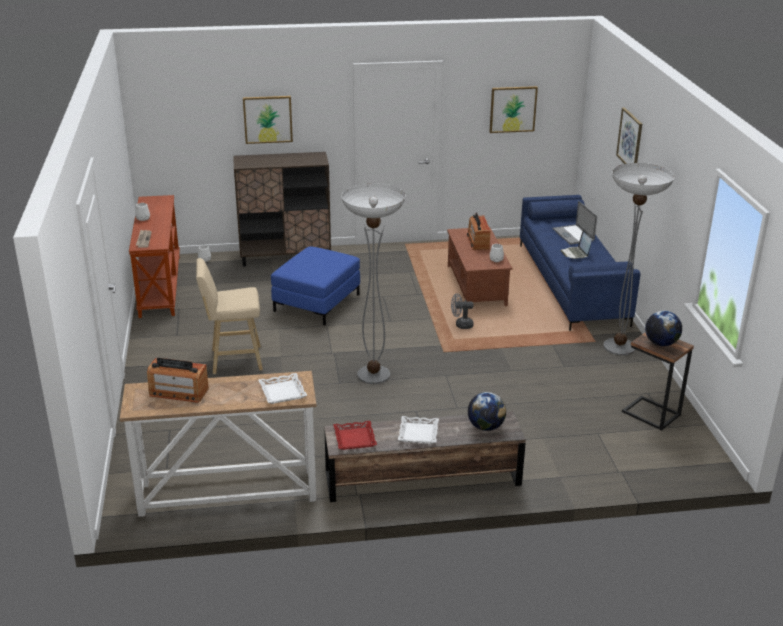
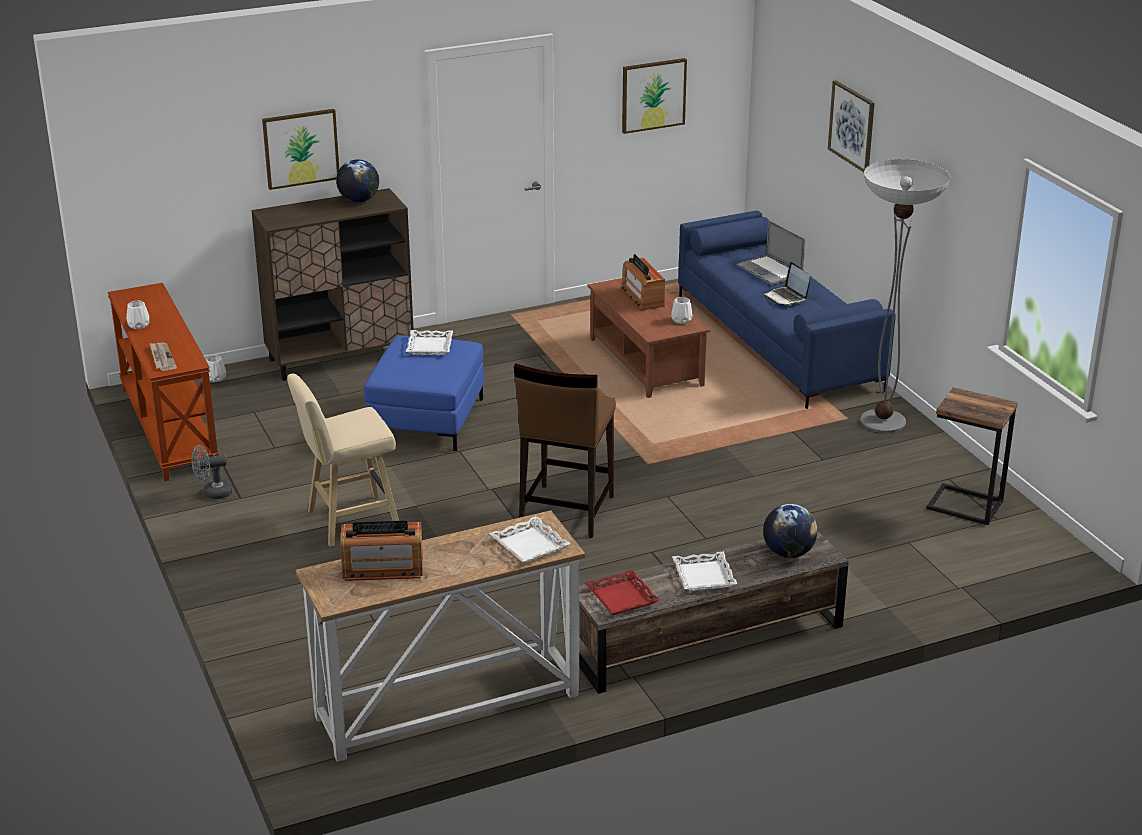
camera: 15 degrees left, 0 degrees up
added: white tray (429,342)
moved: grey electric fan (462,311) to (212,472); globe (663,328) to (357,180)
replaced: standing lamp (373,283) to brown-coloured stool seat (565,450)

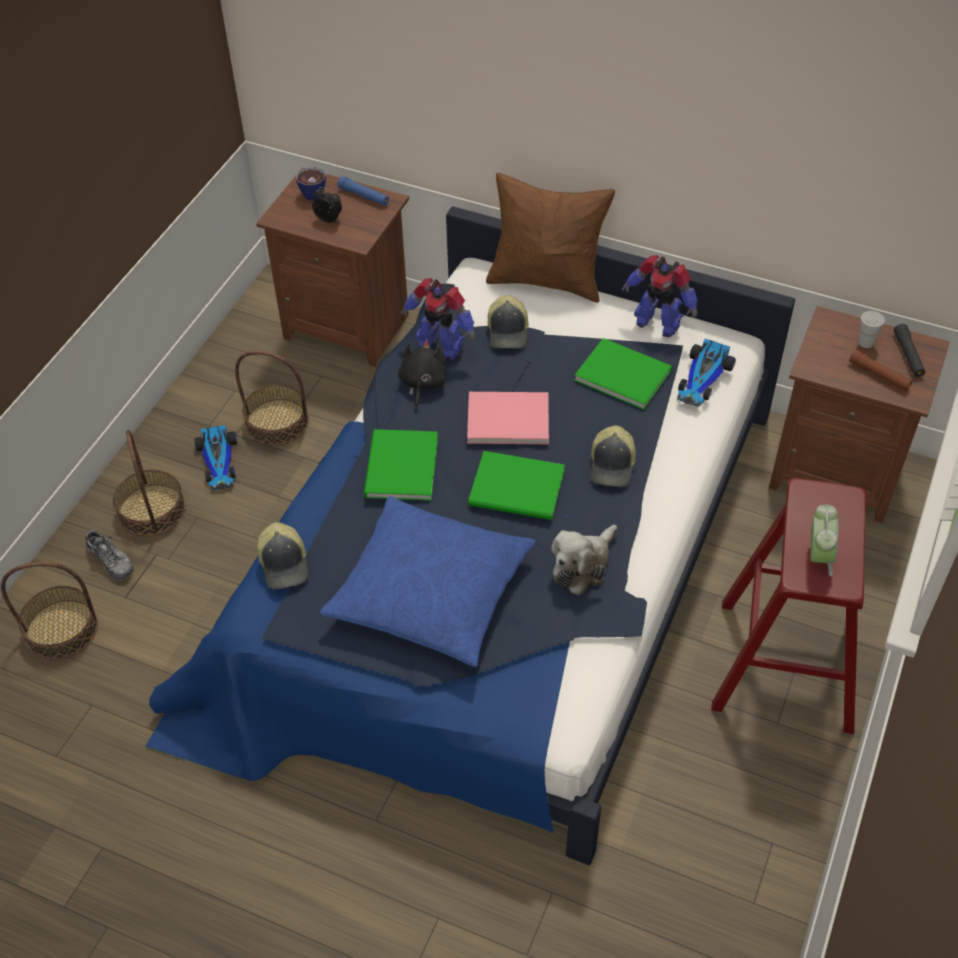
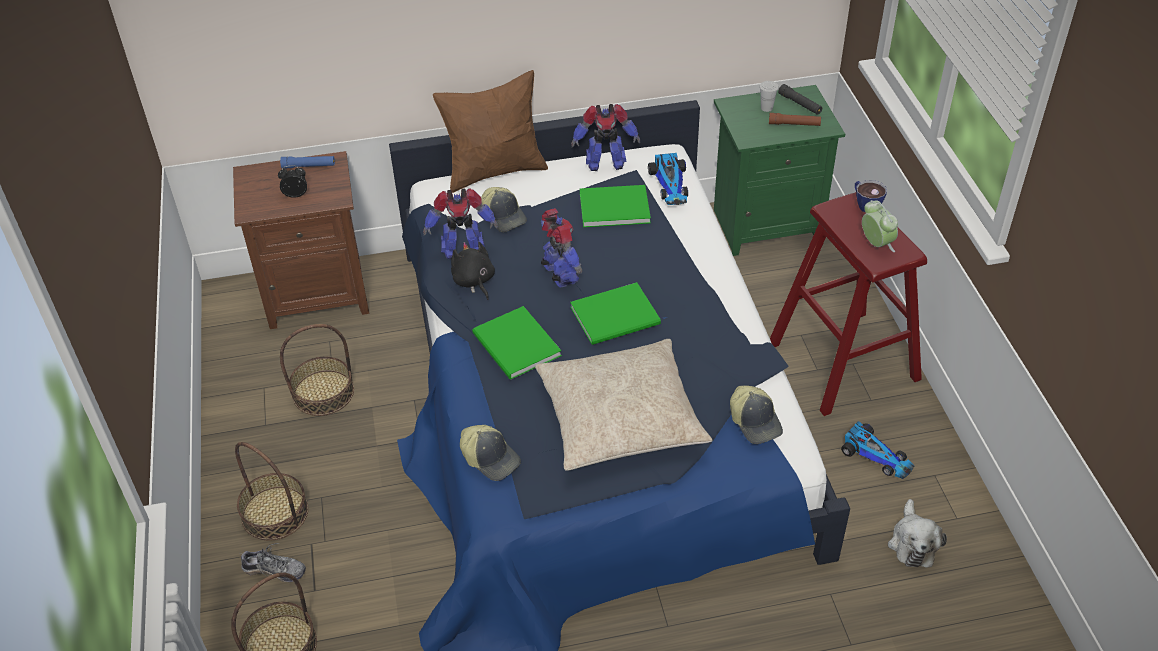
camera: 35 degrees left, 5 degrees down
moved: small cup (311,183) to (871,196); miniature car (215,457) to (877,450); baseball cap (613,456) to (756,414); cuddly toy (584,560) to (917,533)
replaced: pinkish bound book (508,418) to robot figure (561,248)
recoloured: brown-coloured bedside table (859,414) to green bedside table (779,170); blue pillow (428,581) to sand-coloured pillow (624,405)

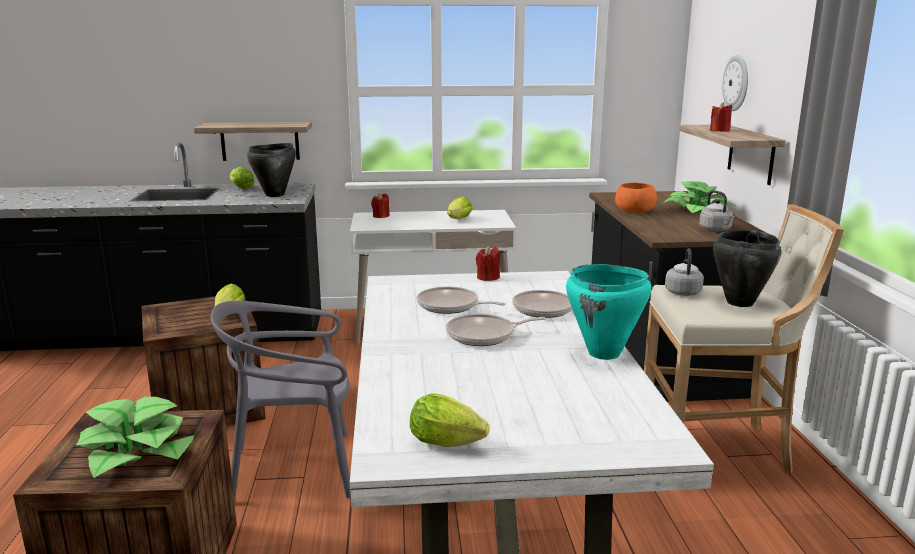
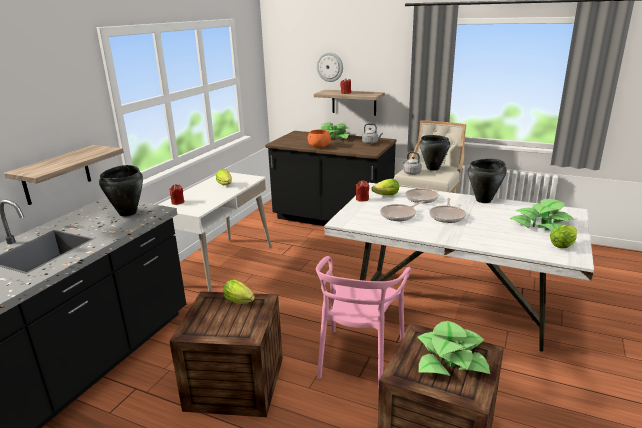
camera: 60 degrees left, 5 degrees up
added: potted plant (542,215)
moved: lettuce (242,178) to (385,187)
recoloured: blue-green stockpot (609,312) to blackish stockpot (487,181); grey plain chair (281,401) to pinkish plain chair (363,323)

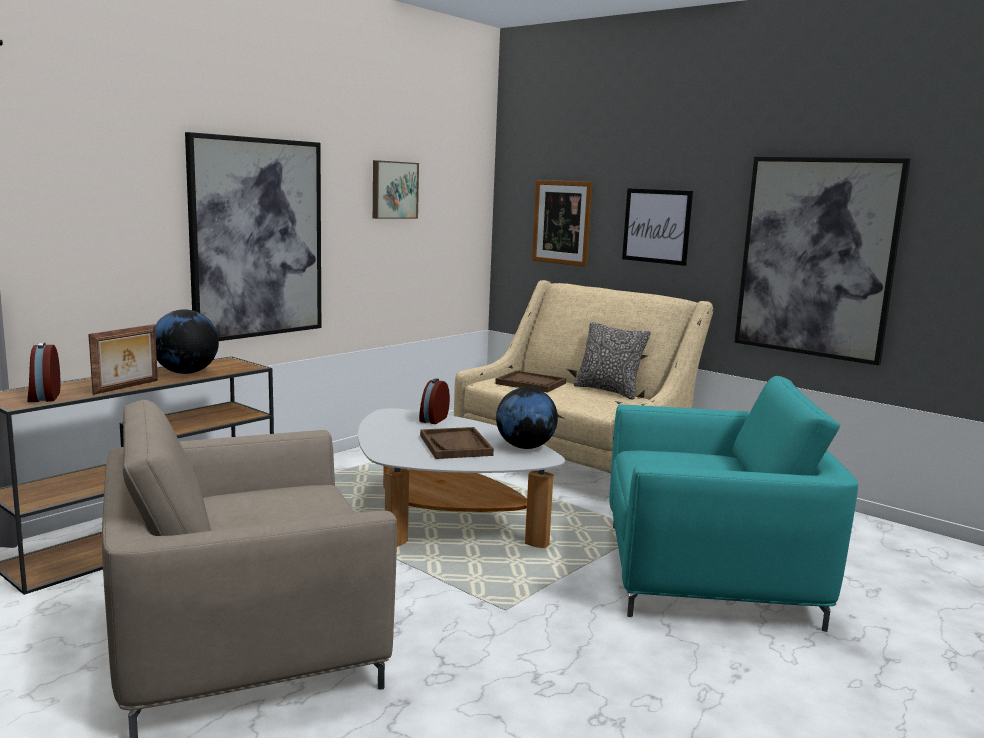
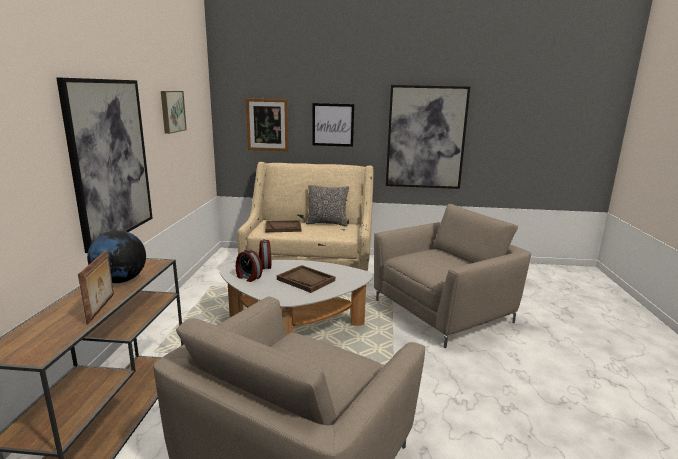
camera: 35 degrees left, 5 degrees up
removed: globe (527,418)
moved: table clock (43,372) to (249,265)
recoloured: blue-green armchair (733,504) to sand-coloured armchair (452,276)

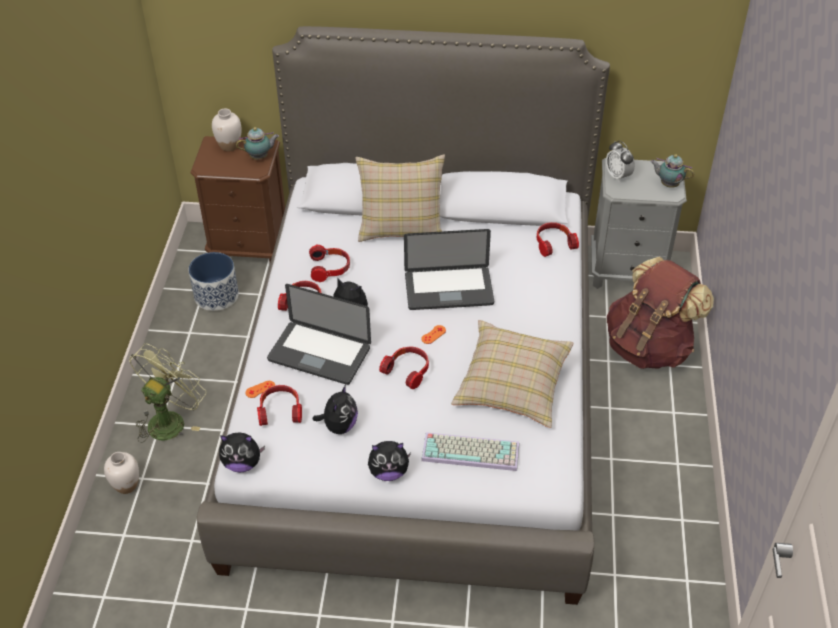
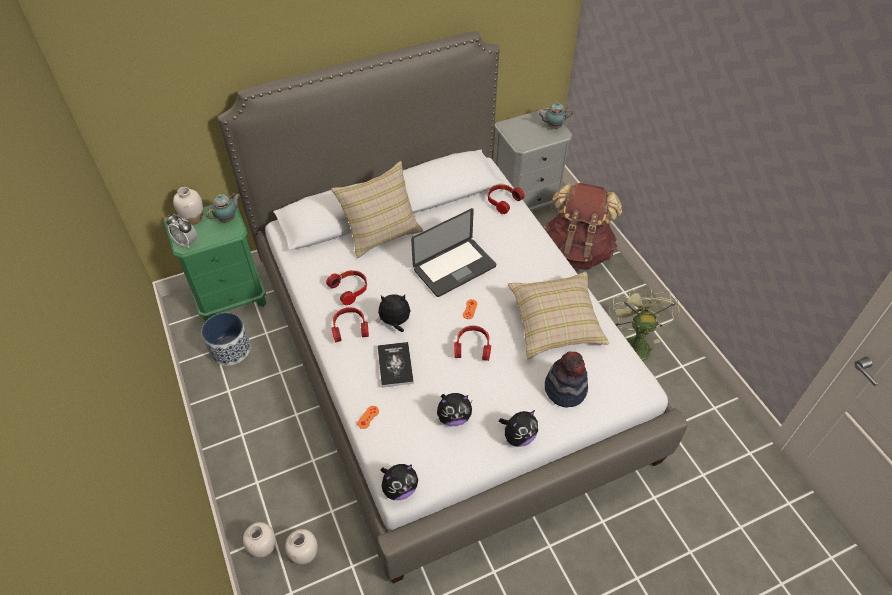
camera: 30 degrees left, 5 degrees up
removed: pair of headphones (279,405)
added: white vase (301,547)
moved: table clock (620,162) to (181,231); green electric fan (167,393) to (644,324)
replaced: portable computer (319,334) to bound book (396,364); computer keyboard (470,451) to wearable hat (566,379)
recoloured: brown-coloured bedside table (237,199) to green bedside table (215,260)
turned: cuddly toy (335,409) = (454,409) 90 degrees clockwise

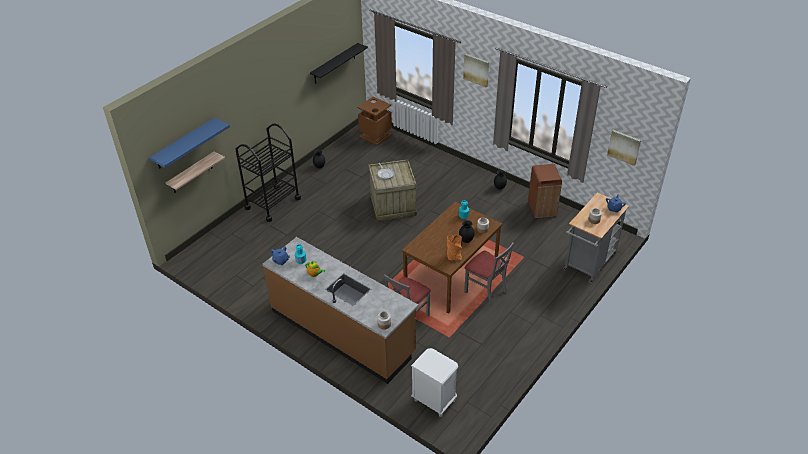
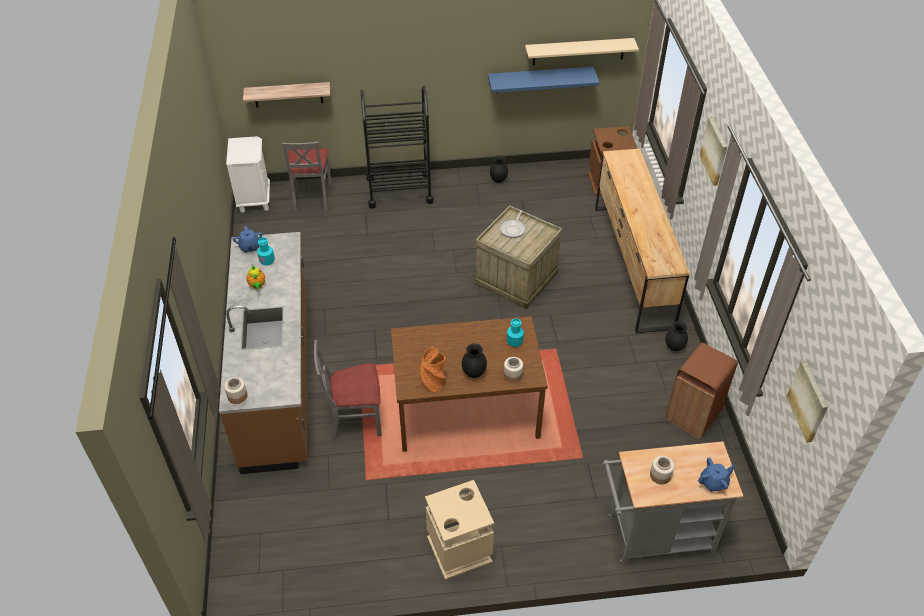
camera: 45 degrees right, 5 degrees up
added: brown-coloured chest of drawers (642,241); sand-coloured waste bin (459,530)
moved: blue shelf (190,143) to (544,80); grey plain chair (489,274) to (307,176); white bedside table (434,382) to (248,174)
recoloured: blackish shelf (339,63) to sand-coloured shelf (582,51)

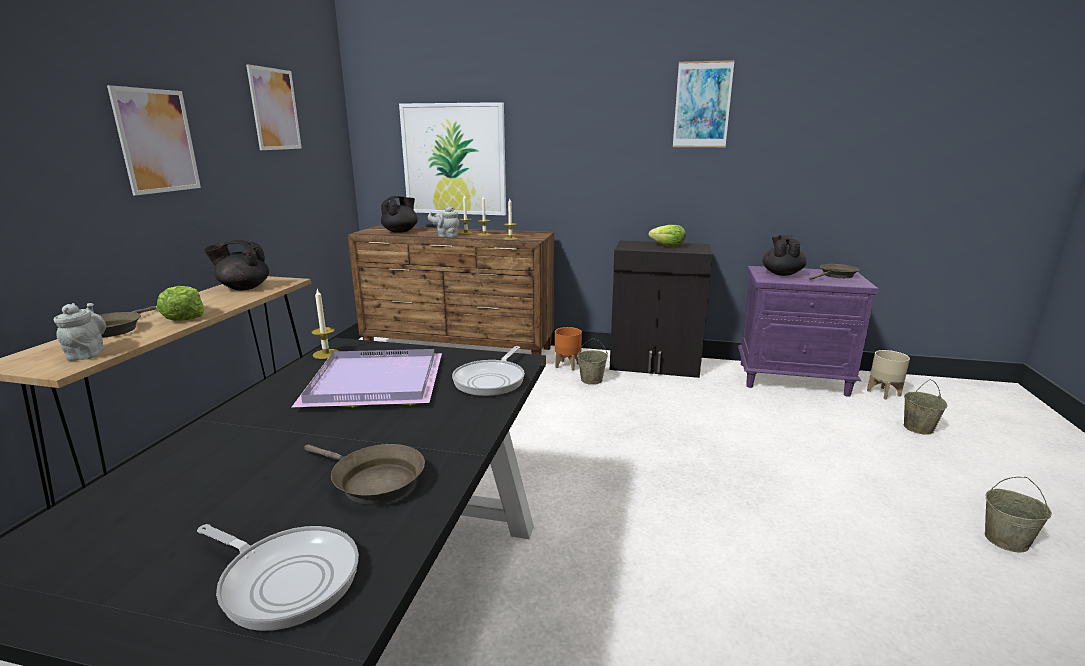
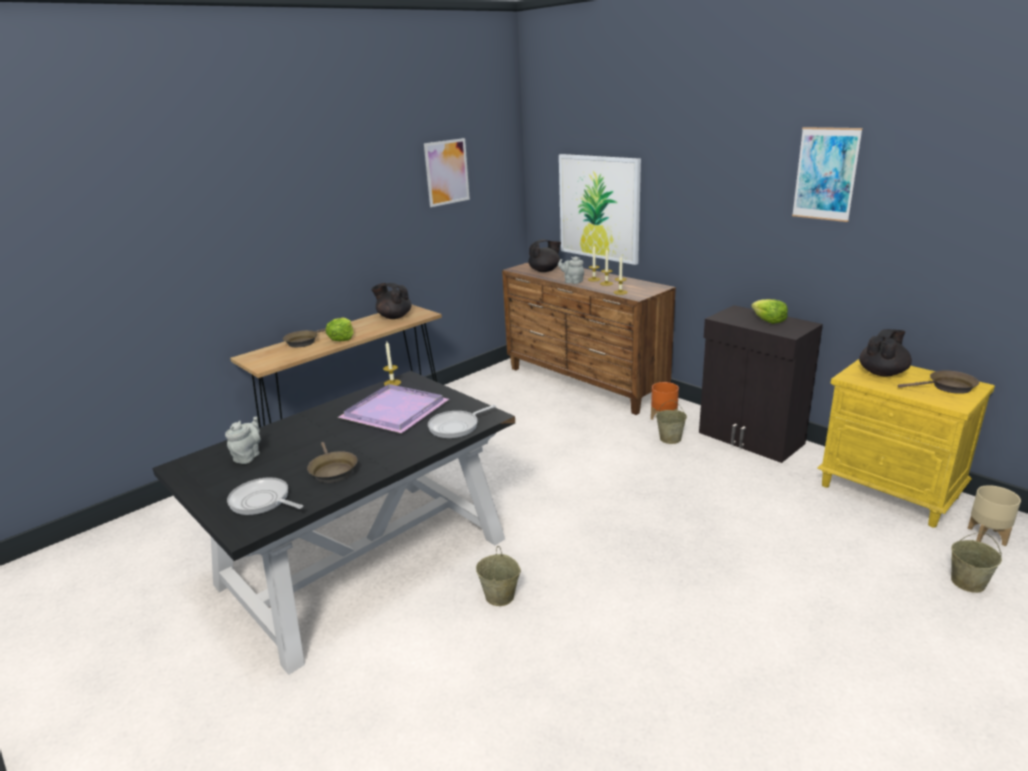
camera: 35 degrees right, 5 degrees up
removed: wall art (154,140)
moved: grey teapot (80,332) to (243,440); sand-coloured bucket (1018,514) to (498,576)
recoloured: purplish bedside table (808,331) to yellowish bedside table (906,443)
turned: frying pan (278,577) = (265,496) 150 degrees clockwise

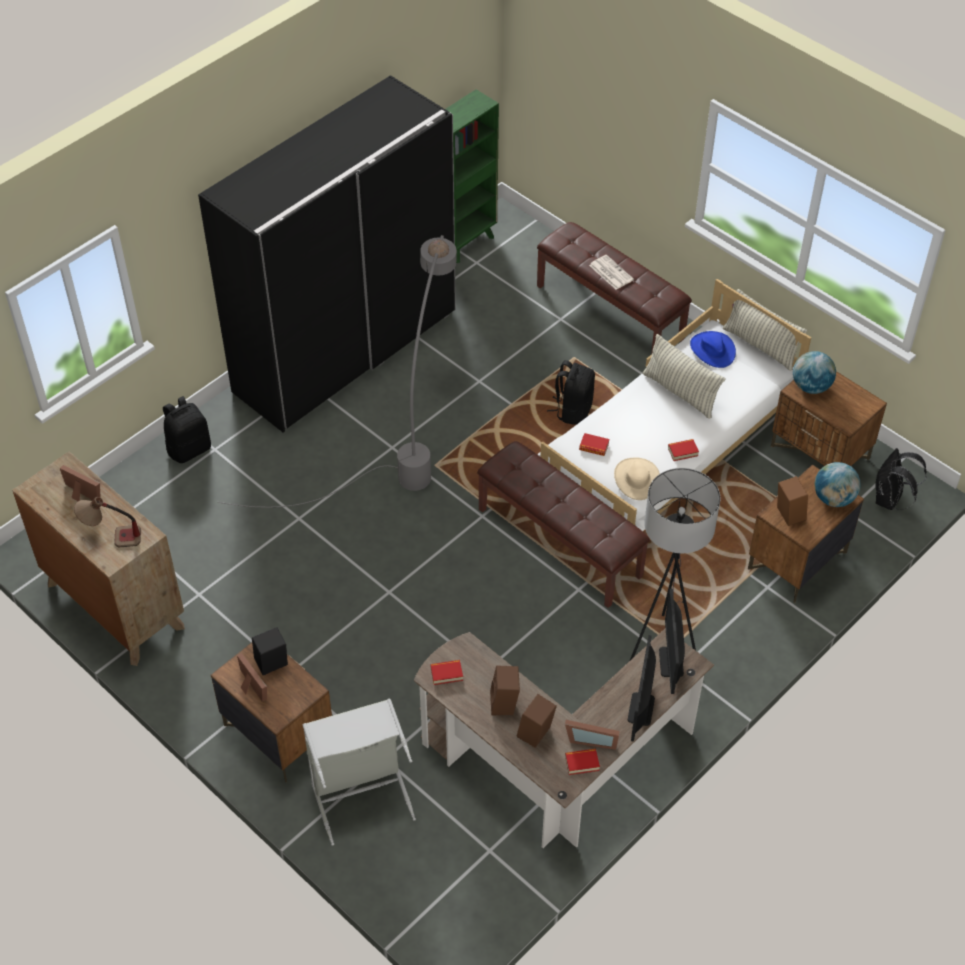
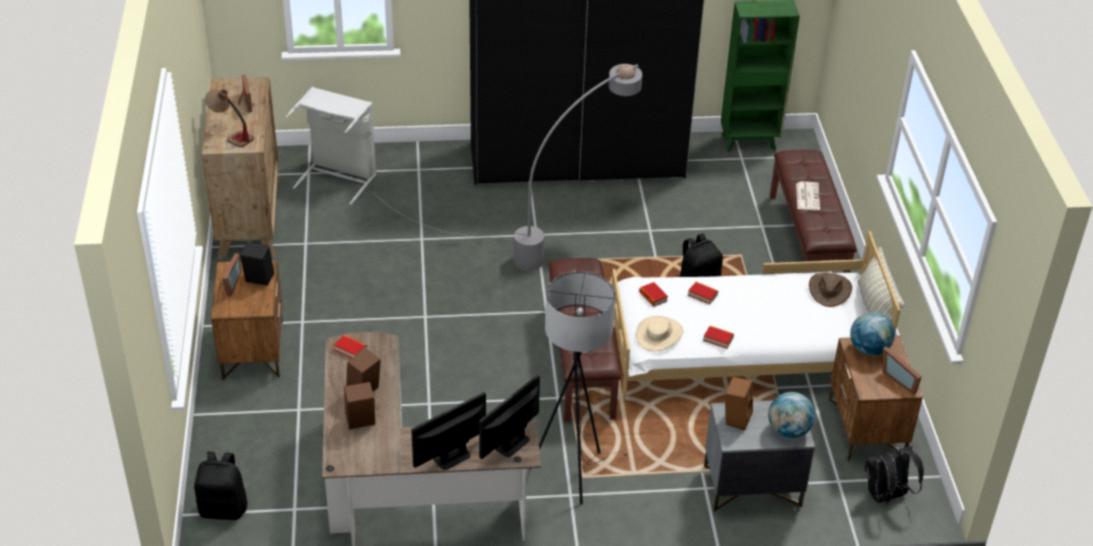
camera: 40 degrees right, 10 degrees down
removed: pillow (684,376)
moved: blackish knapsack (187,429) to (221,485); grey hamper (359,772) to (331,146); picture frame (592,735) to (902,370); bound book (582,762) to (703,293)
recoloured: blue wearable hat (713,349) to brown-coloured wearable hat (830,290); brown-coloured bedside table (806,534) to grey bedside table (759,456)

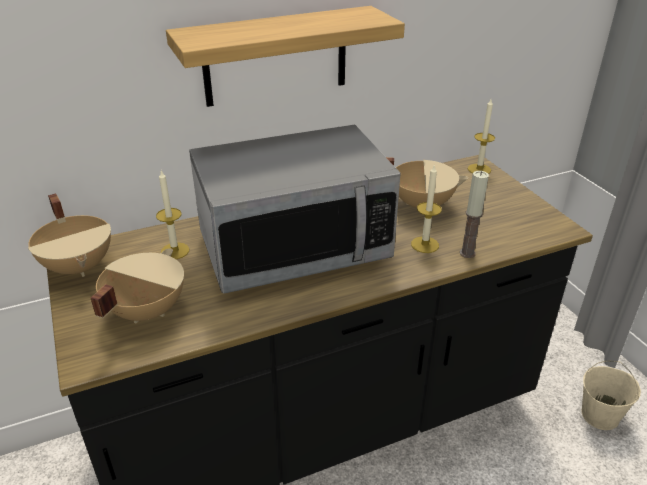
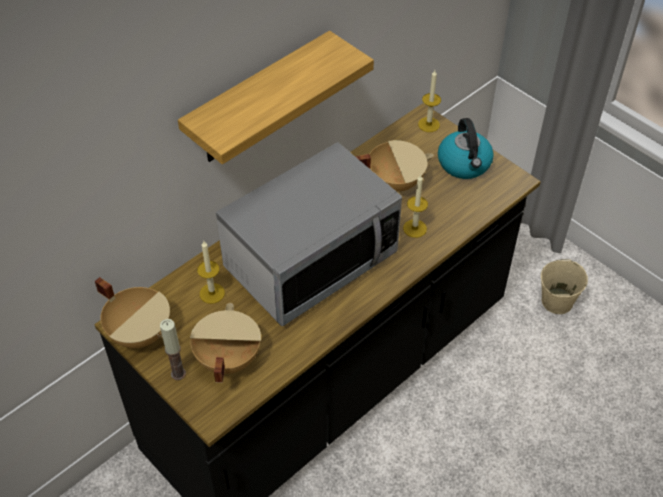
camera: 20 degrees left, 15 degrees up
added: tea kettle (466,148)
moved: wax light (474,214) to (173,349)

